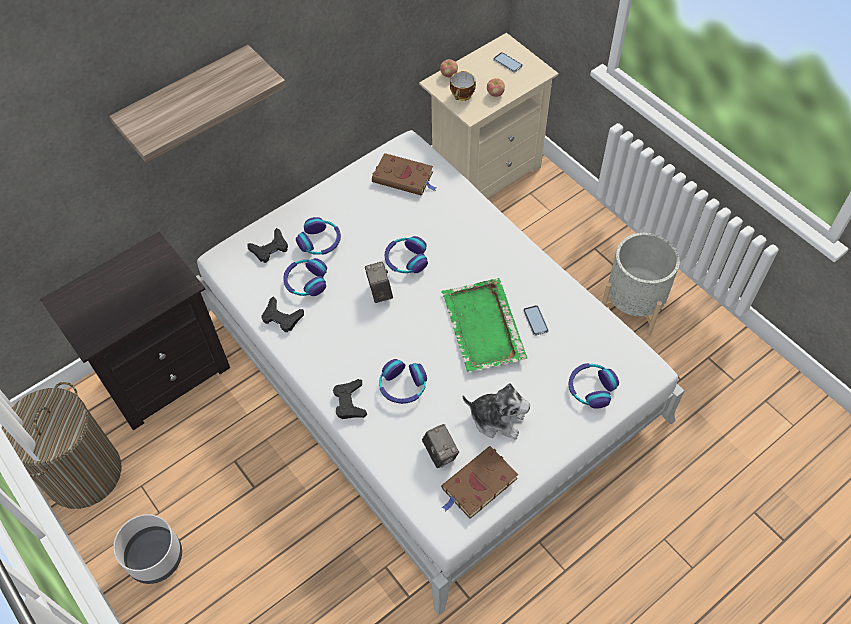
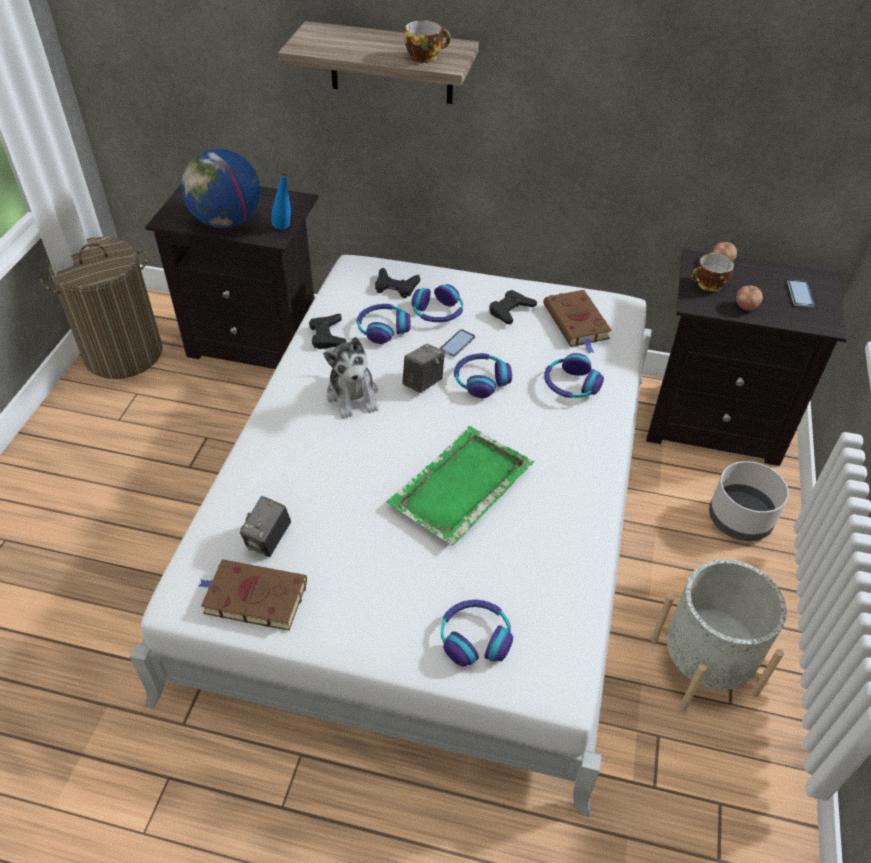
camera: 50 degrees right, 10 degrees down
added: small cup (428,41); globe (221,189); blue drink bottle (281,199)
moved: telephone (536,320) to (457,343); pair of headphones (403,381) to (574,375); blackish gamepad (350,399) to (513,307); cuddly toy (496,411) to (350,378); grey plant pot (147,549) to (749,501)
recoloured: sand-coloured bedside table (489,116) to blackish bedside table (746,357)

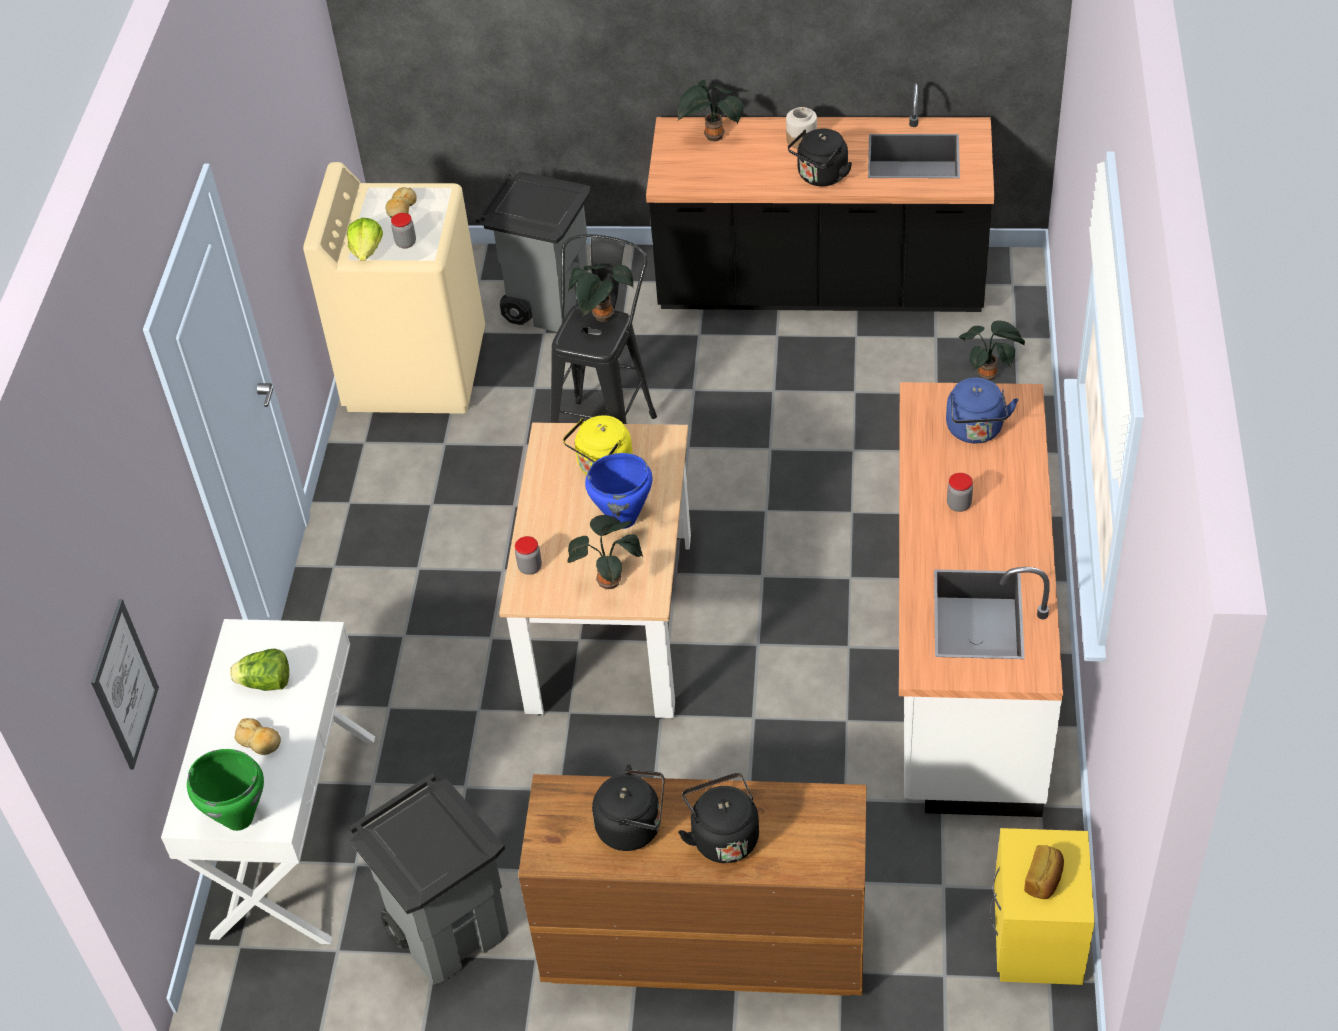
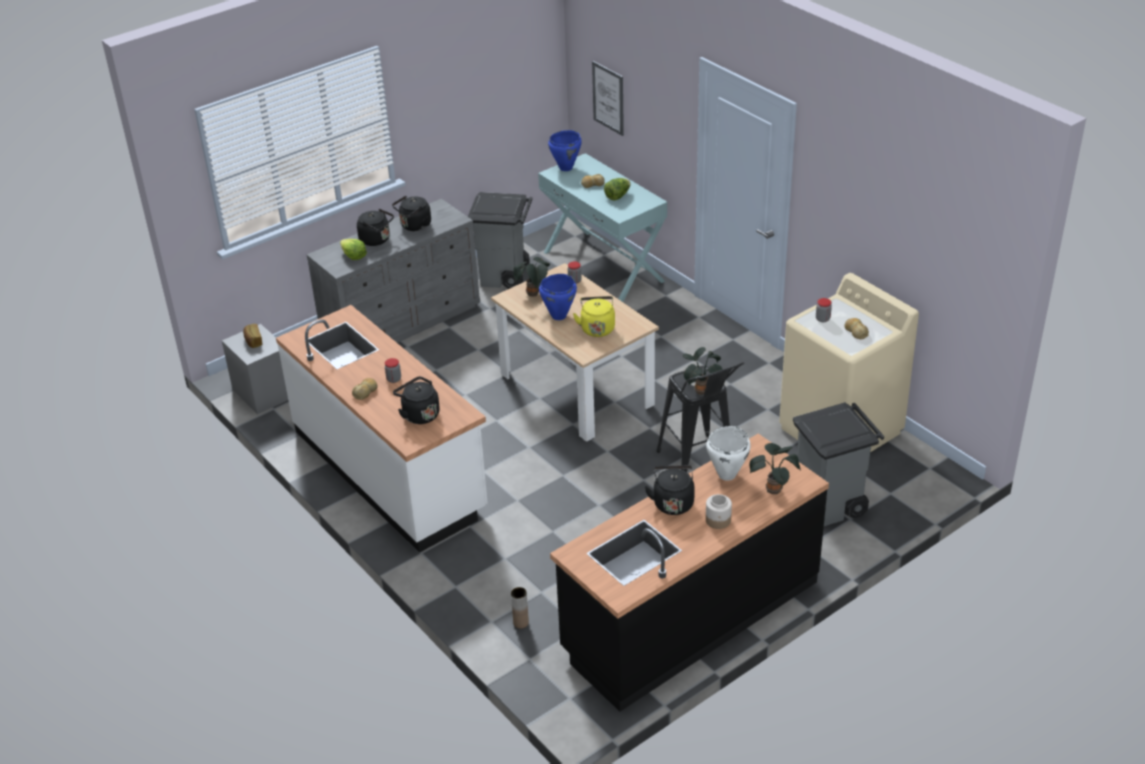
camera: 135 degrees right, 10 degrees down
added: bakery bread (365,389); white stockpot (728,453)
moved: lettuce (365,239) to (353,249)
replaced: potted plant (992,350) to brown-coloured vase (520,608)
recoloured: blue tea kettle (982,410) to blackish tea kettle (416,400); white hall table (268,781) to blue-green hall table (602,227); green stockpot (225,790) to blue stockpot (565,150); brown-coloured chest of drawers (692,885) to grey chest of drawers (393,271); yellowish bedside table (1042,906) to grey bedside table (255,369)

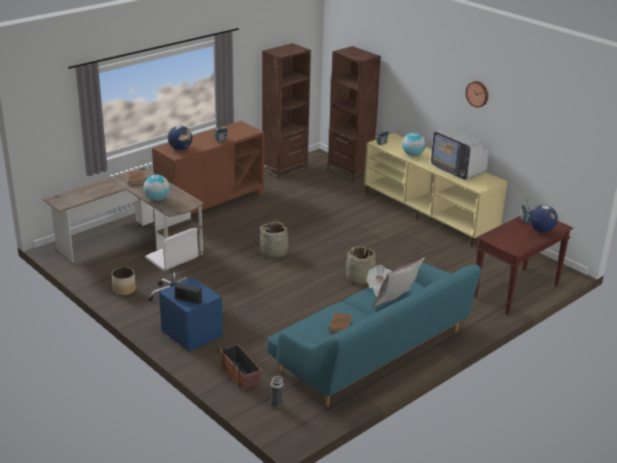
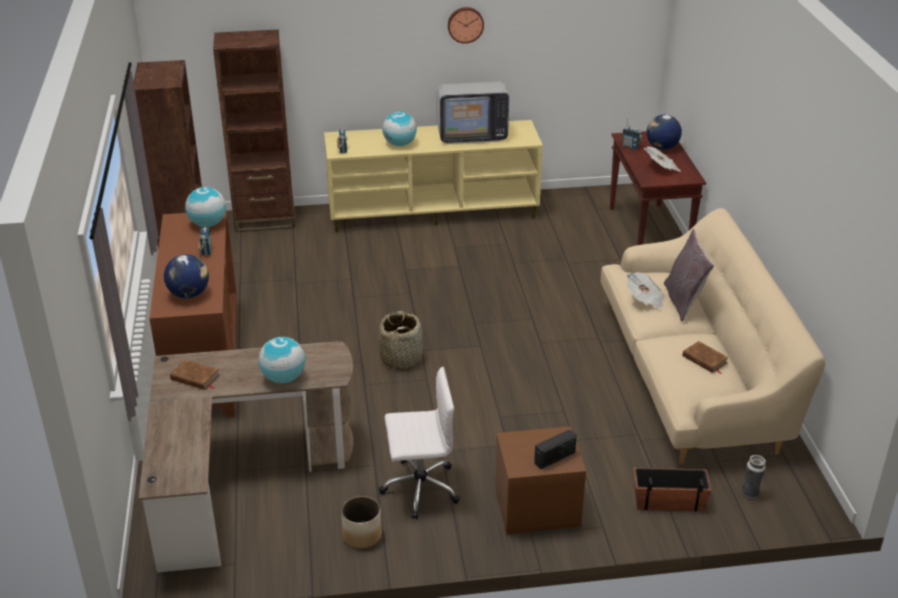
camera: 55 degrees left, 5 degrees up
removed: household basket (361,265)
added: newspaper (662,159); globe (205,207)
recoloured: blue-green sofa (374,335) to sand-coloured sofa (712,336); blue bedside table (191,314) to brown-coloured bedside table (540,480)

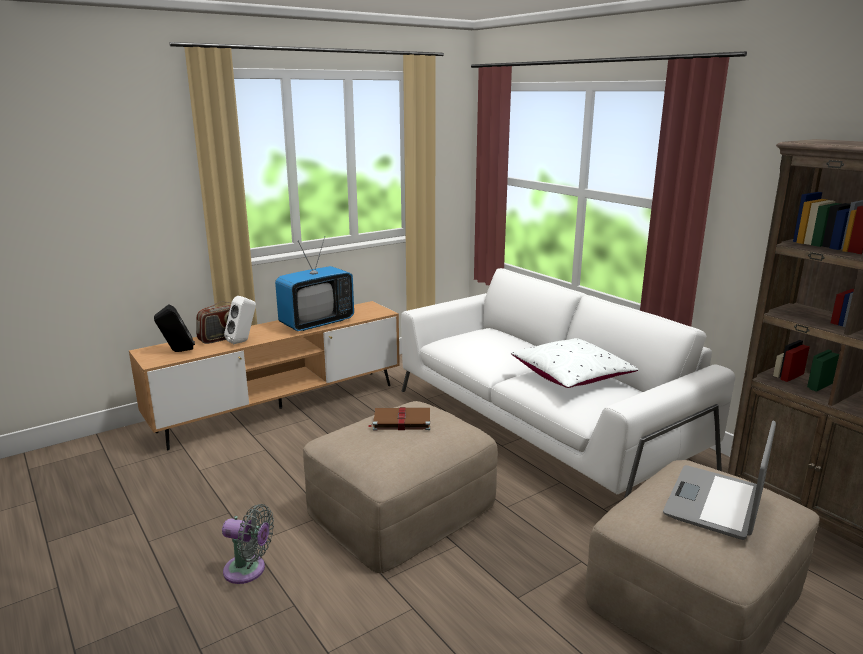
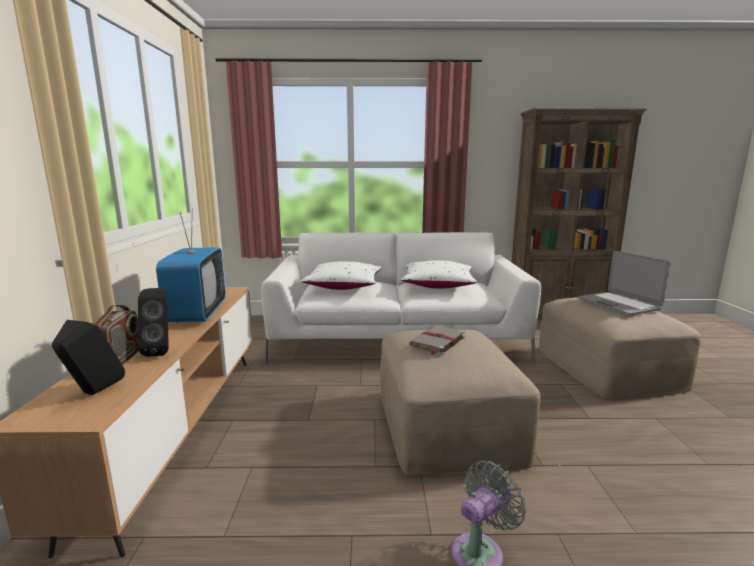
camera: 55 degrees left, 5 degrees down
added: white pillow (341,275)
recoloured: white loudspeaker (240,320) to blackish loudspeaker (153,322); brown-coloured bound book (399,418) to grey bound book (437,340)

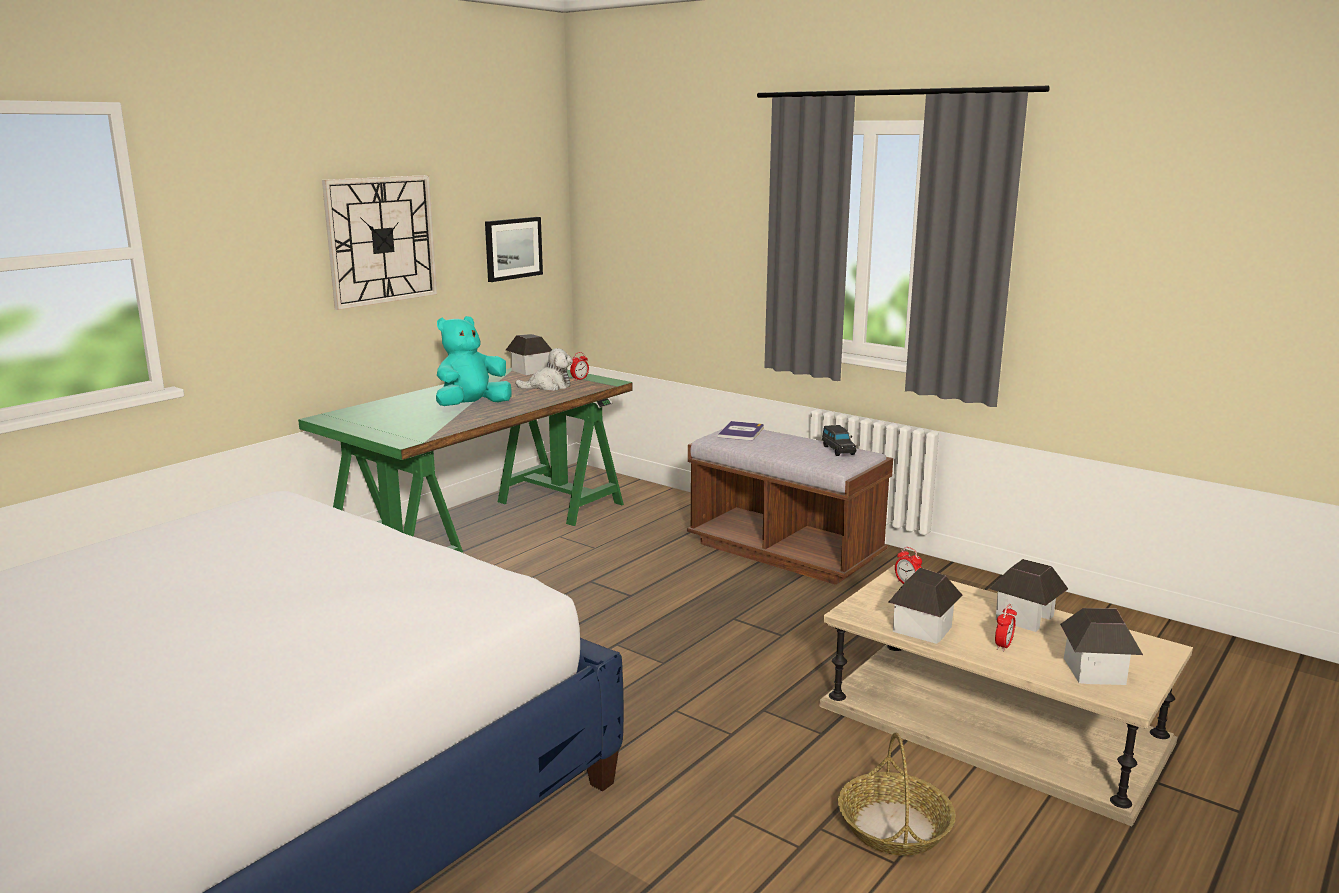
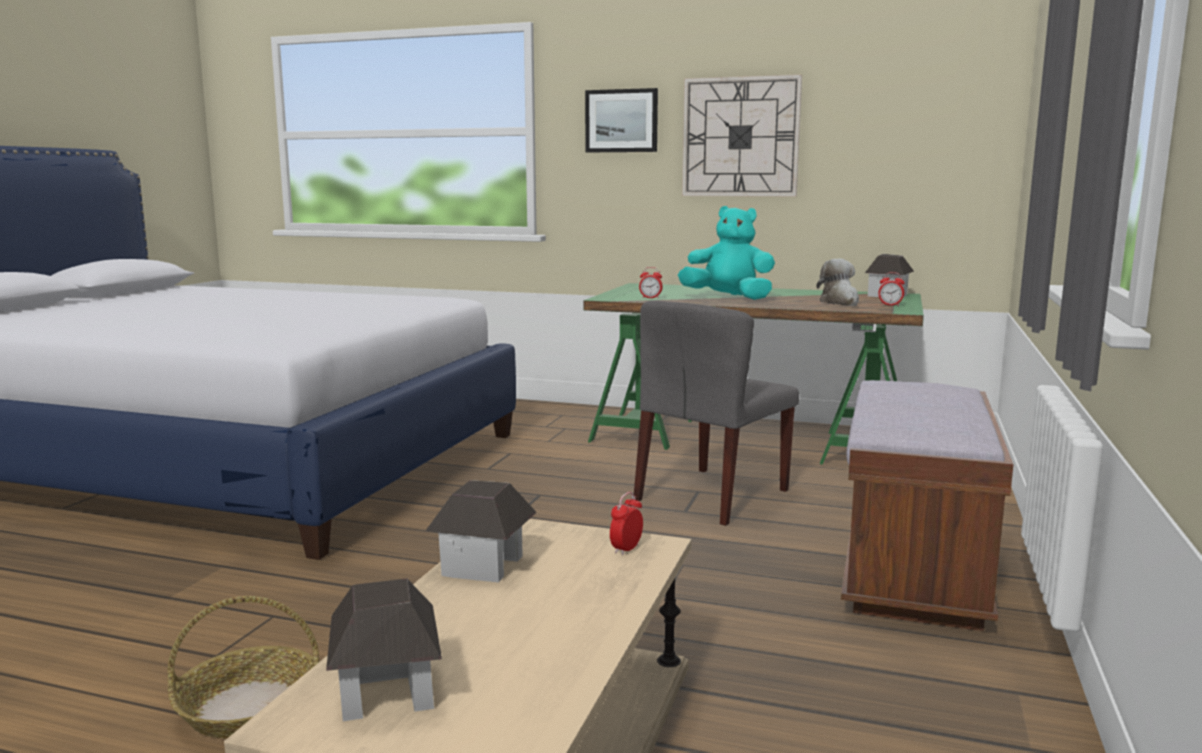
camera: 70 degrees right, 5 degrees down
removed: bound book (741,430); blackish miniature car (839,440); model house (1028,595)
added: grey plain chair (716,413)
moved: wall art (514,249) to (621,120); table clock (1006,627) to (651,283)
turned: cuddly toy (544,369) = (837,282) 150 degrees counterclockwise

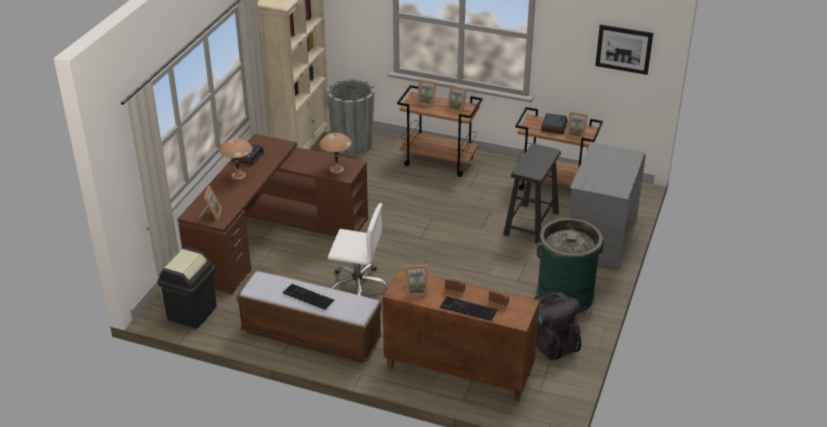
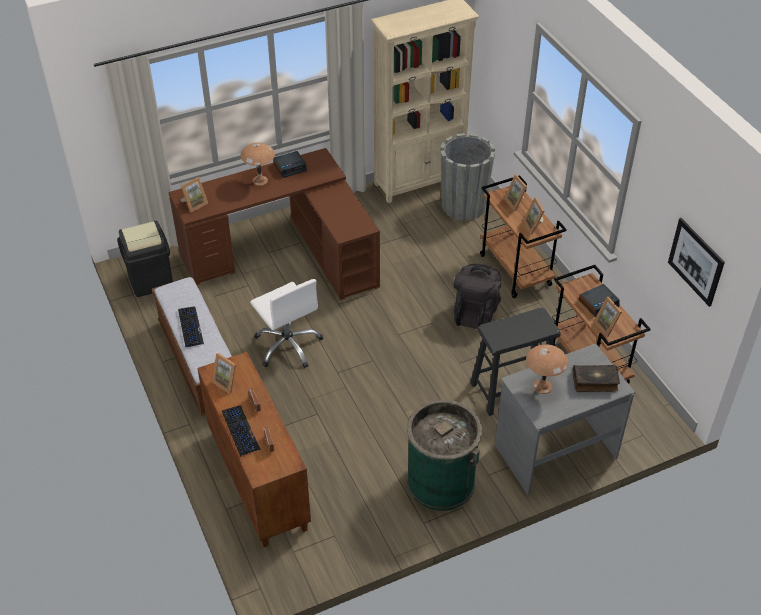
camera: 45 degrees right, 10 degrees up
added: bound book (596,378)
moved: brown-coloured lamp for a table (336,153) to (547,369); blackish knapsack (557,325) to (477,296)

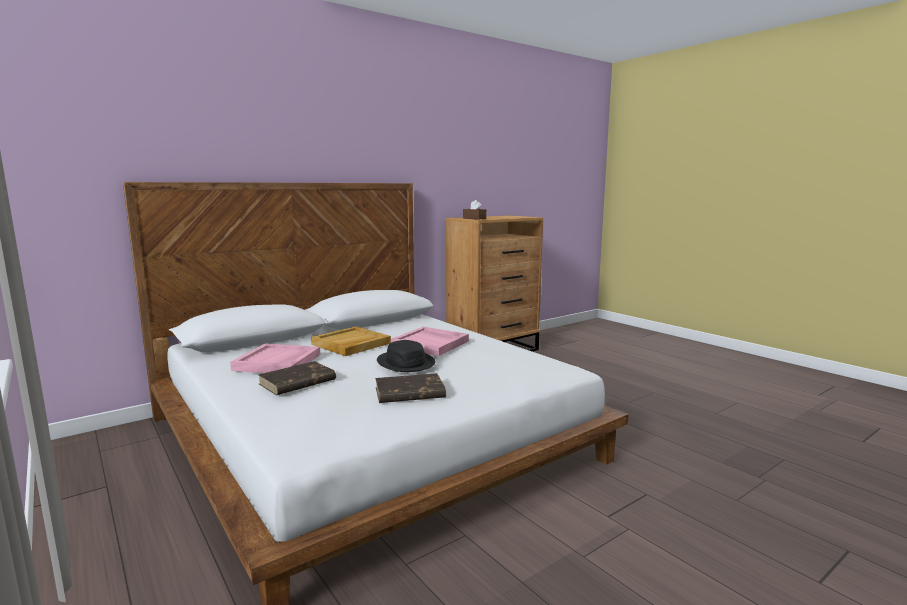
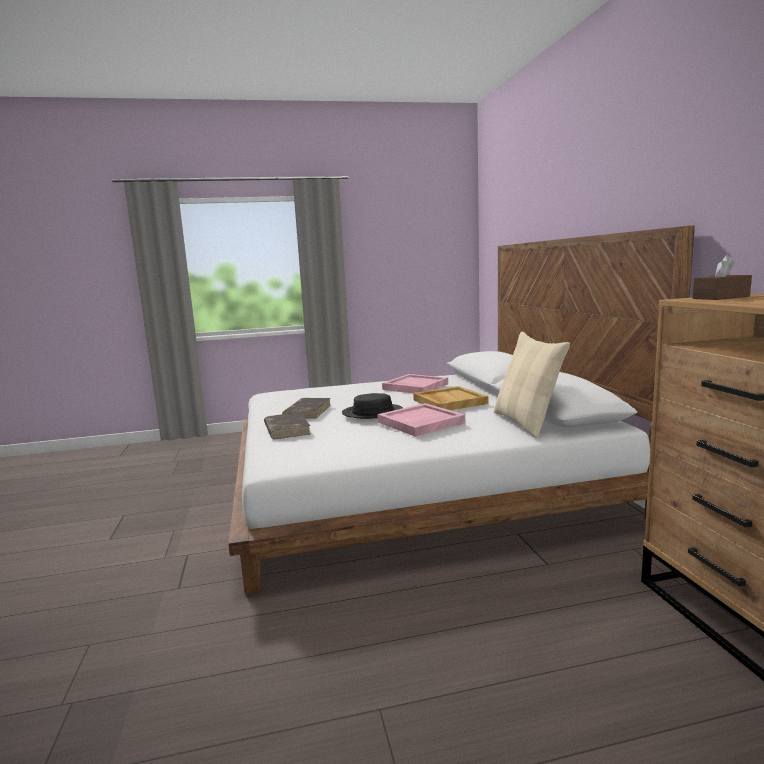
camera: 115 degrees right, 0 degrees up
added: sand-coloured pillow (532,385)
moved: brown-coloured bound book (297,378) to (287,425)

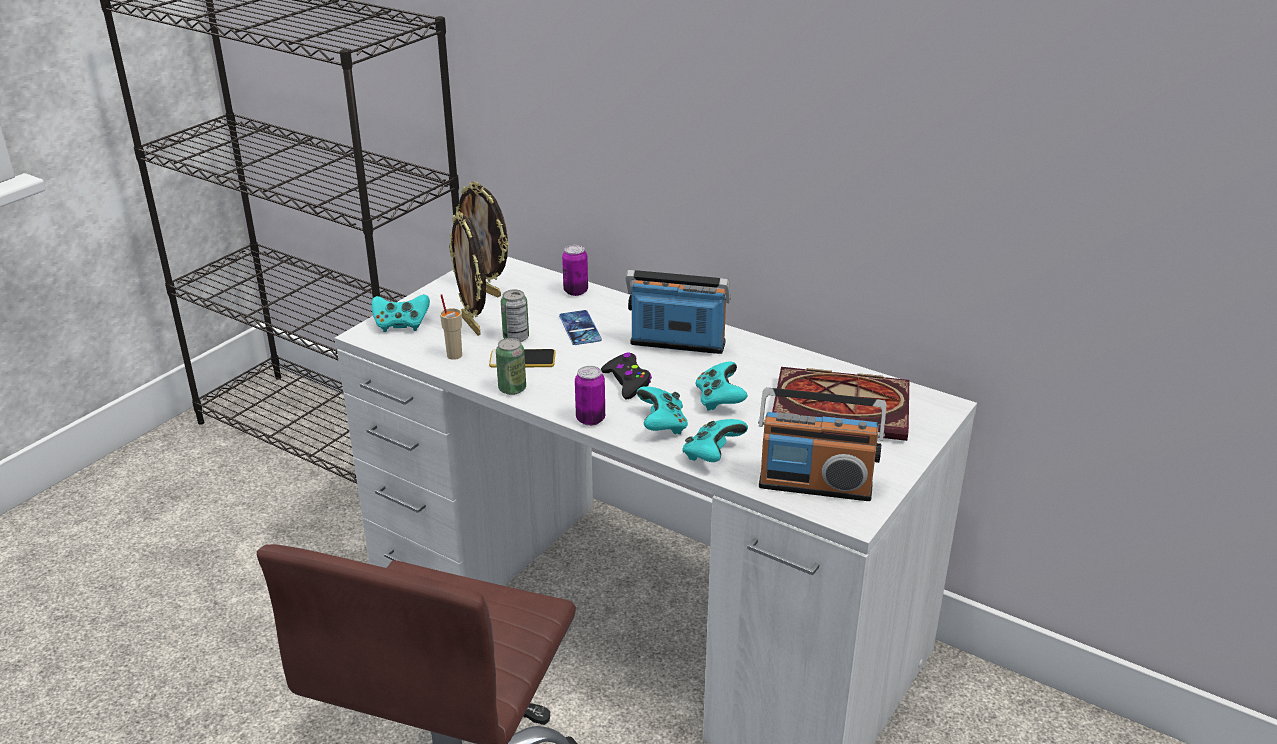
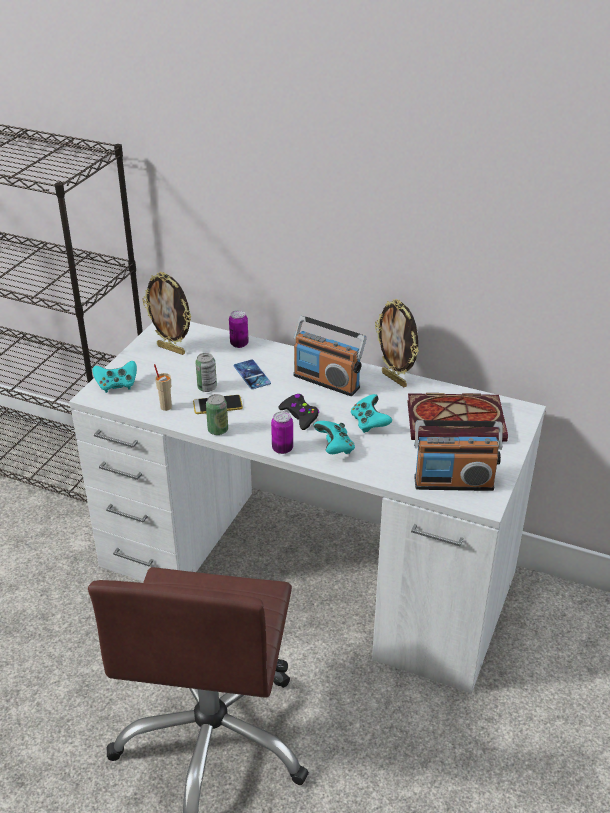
camera: 10 degrees left, 5 degrees up
removed: blue-green gamepad (715,440)
moved: picture frame (467,274) to (397,343)
turned: radio set (678,312) = (329,356) 150 degrees counterclockwise

